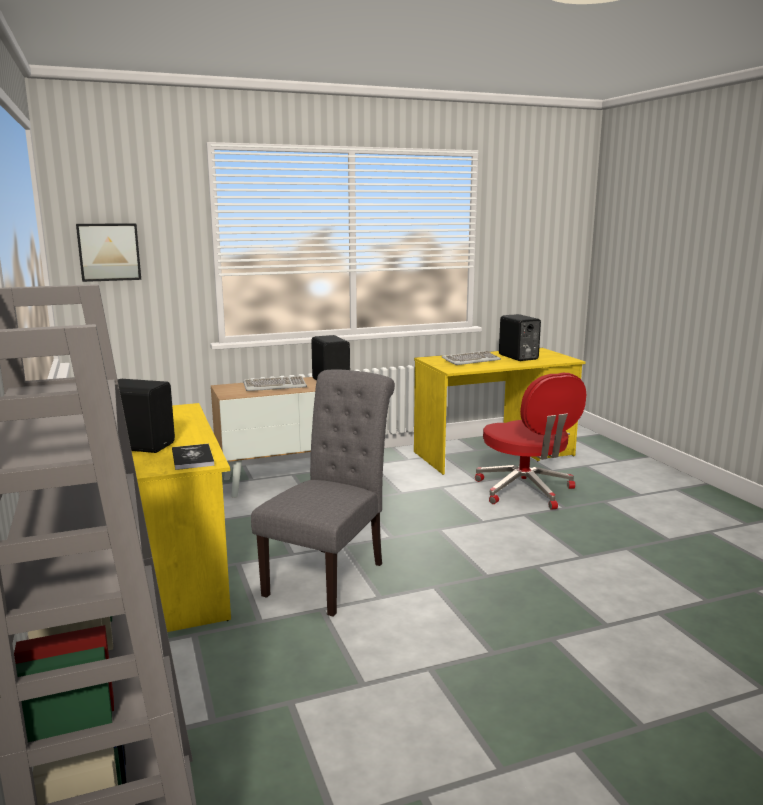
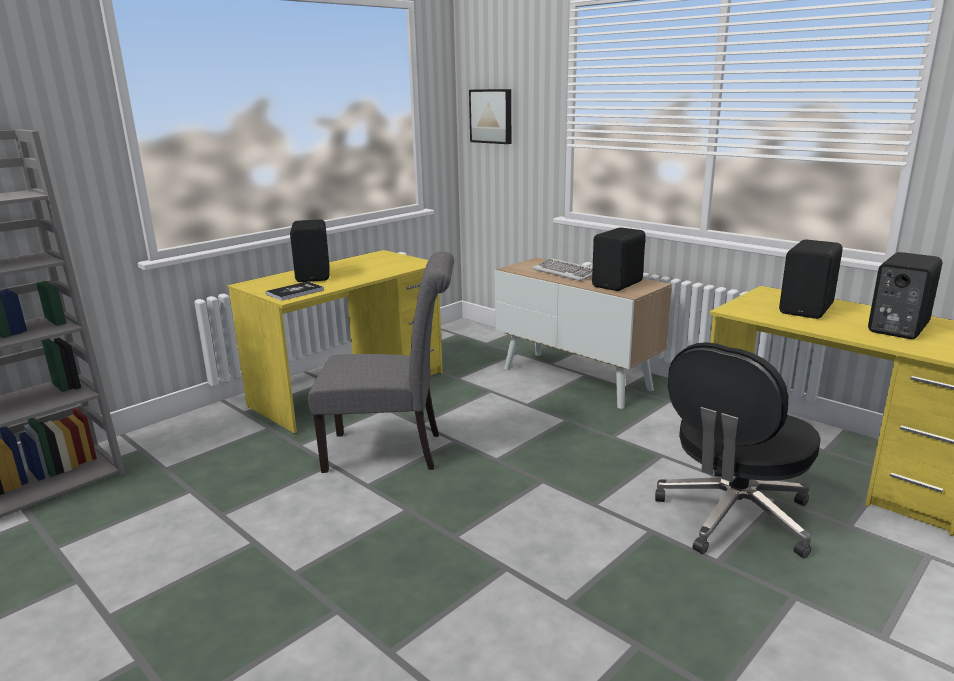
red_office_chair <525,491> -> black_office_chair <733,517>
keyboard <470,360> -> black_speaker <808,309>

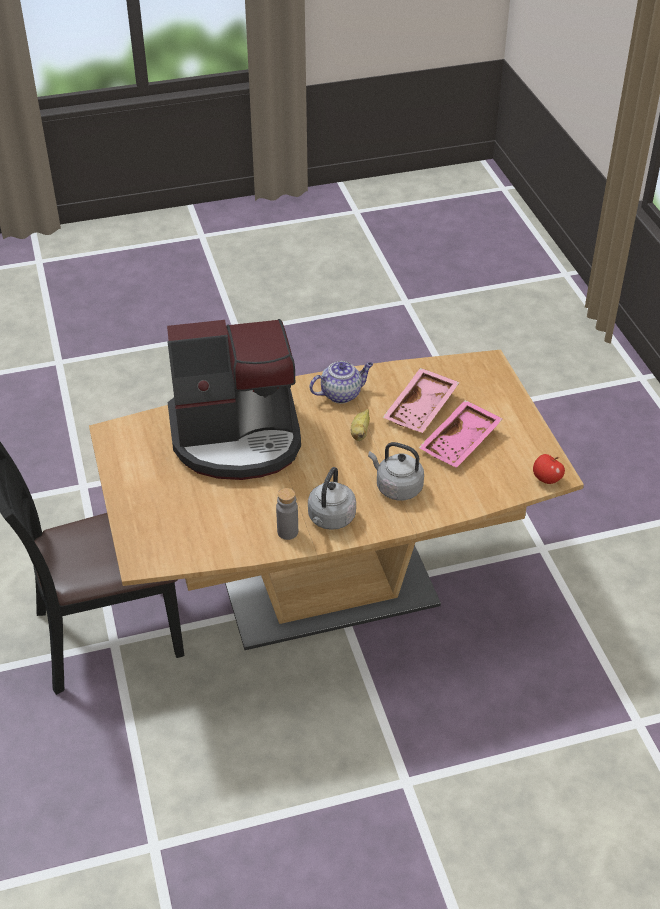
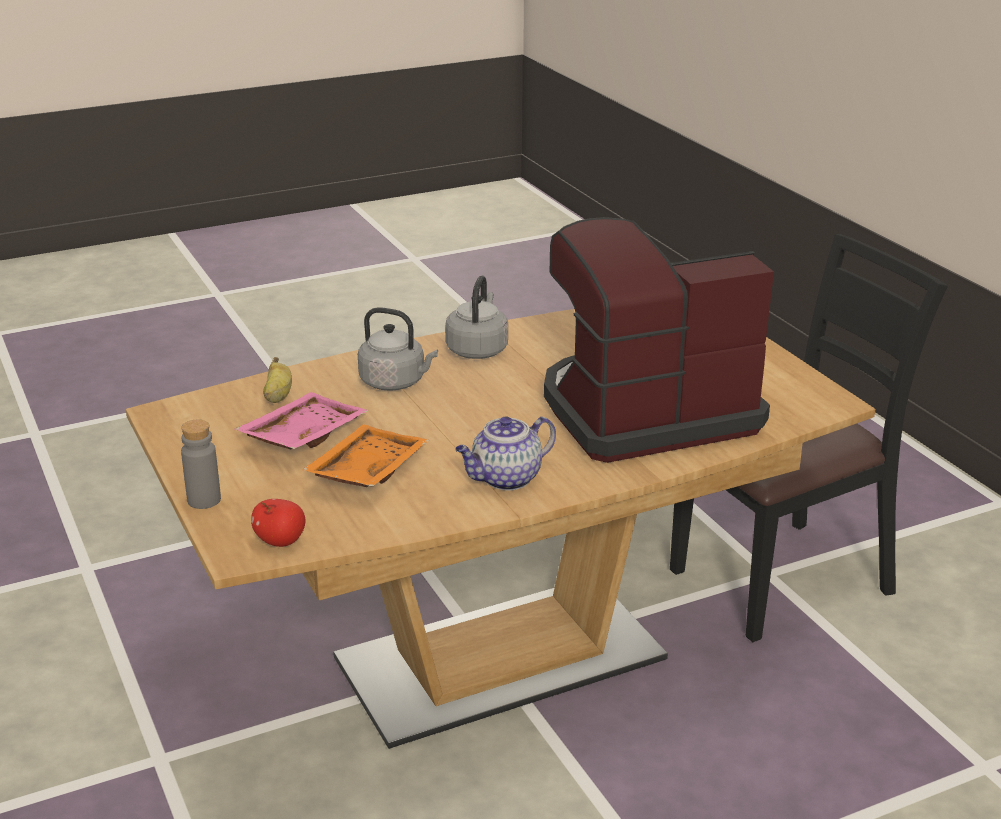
grey_bottle <287,532> -> grey_bottle <204,500>, move
apple <546,479> -> apple <280,541>, move
banana <360,433> -> banana <278,396>, move
pink_tray <422,409> -> orange_tray <365,471>

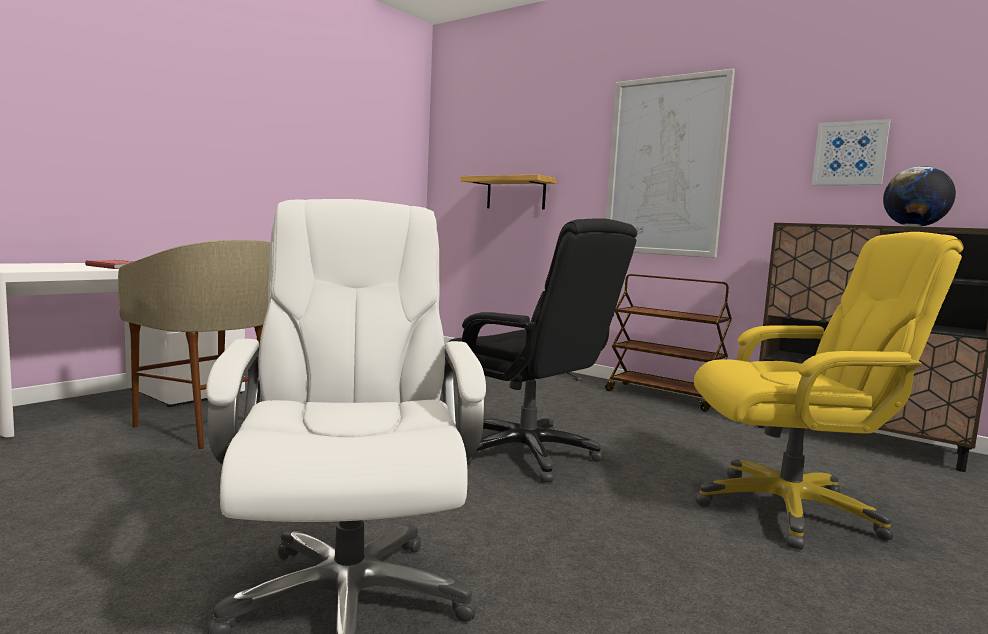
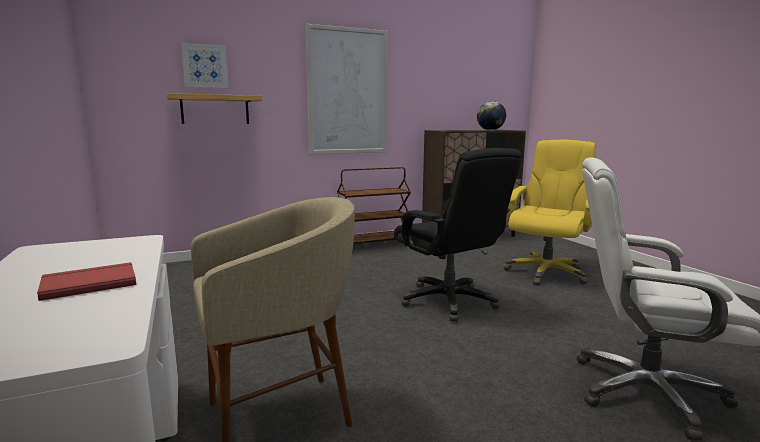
picture <850,153> -> picture <205,66>, move
black_office_chair <528,454> -> black_office_chair <449,301>, 75 degrees clockwise

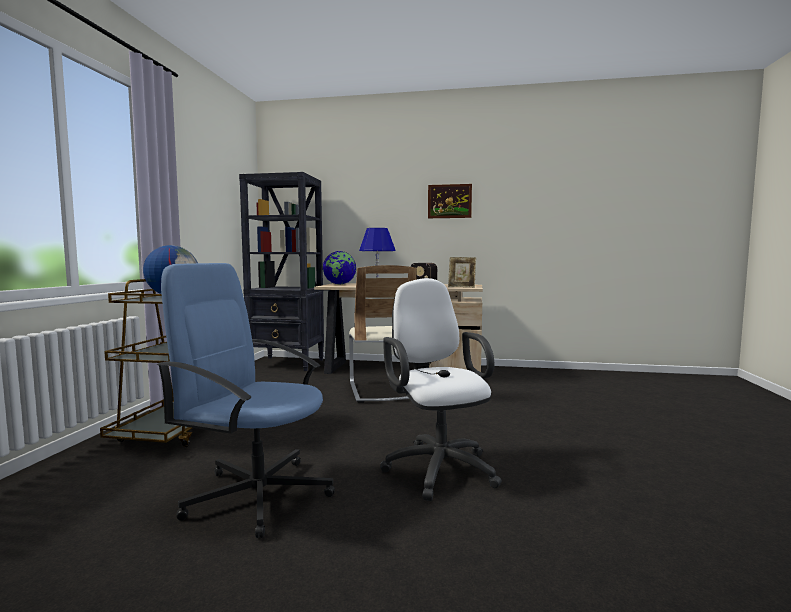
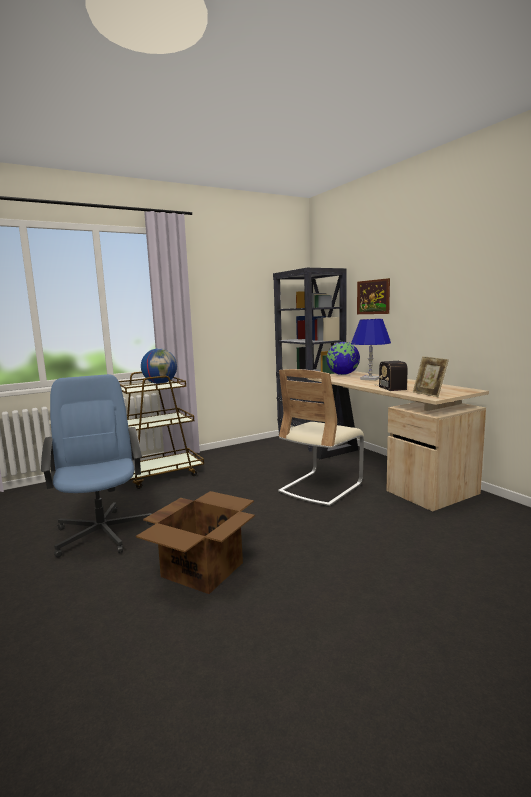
white_office_chair <437,467> -> cardboard_box <203,569>
picture <449,201> -> picture <373,297>, move

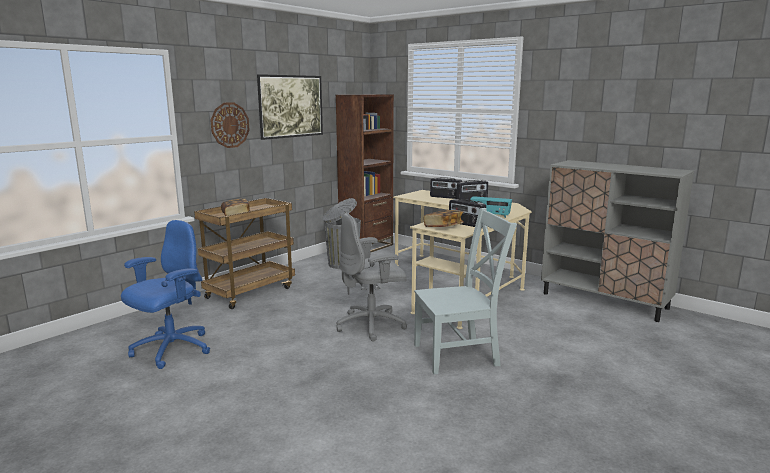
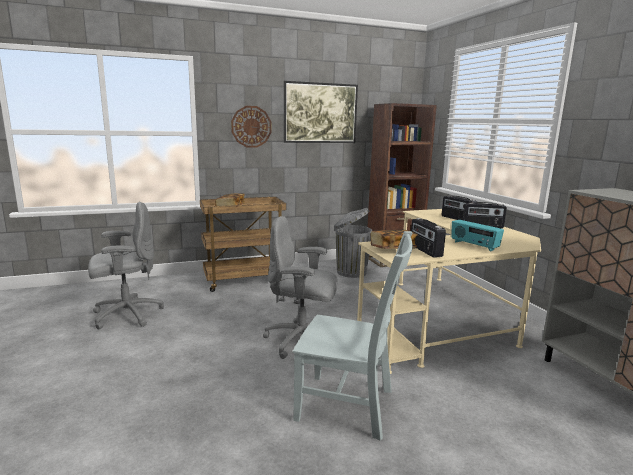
blue_office_chair <171,350> -> grey_office_chair <126,315>

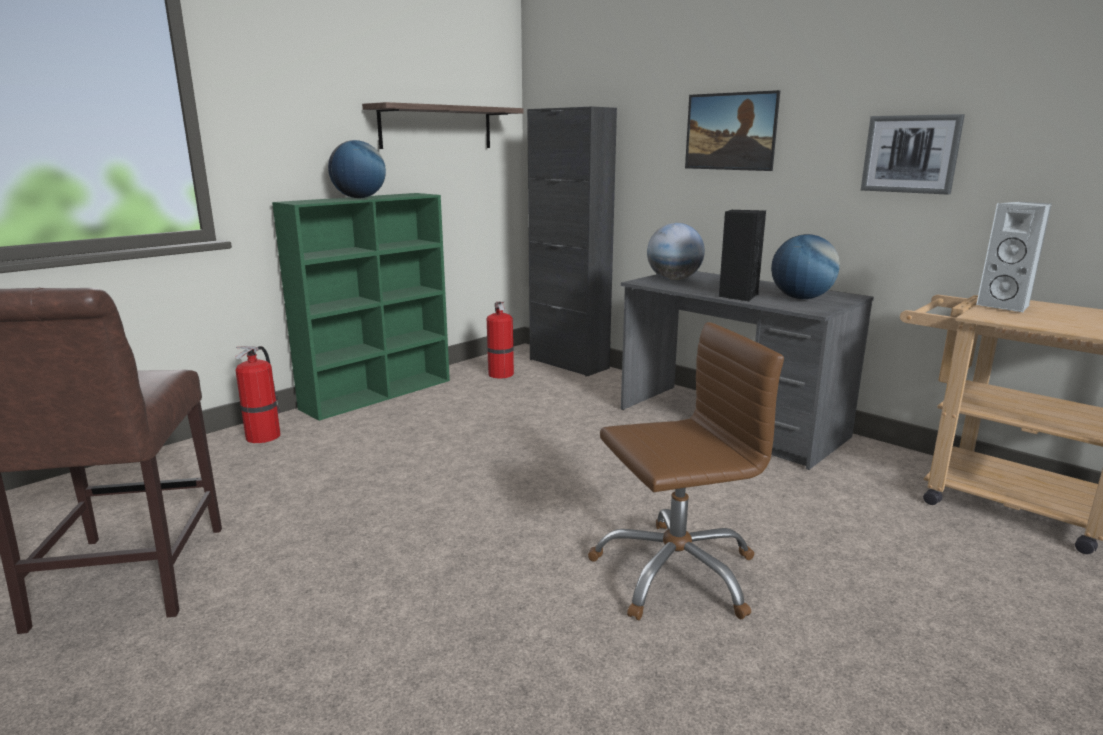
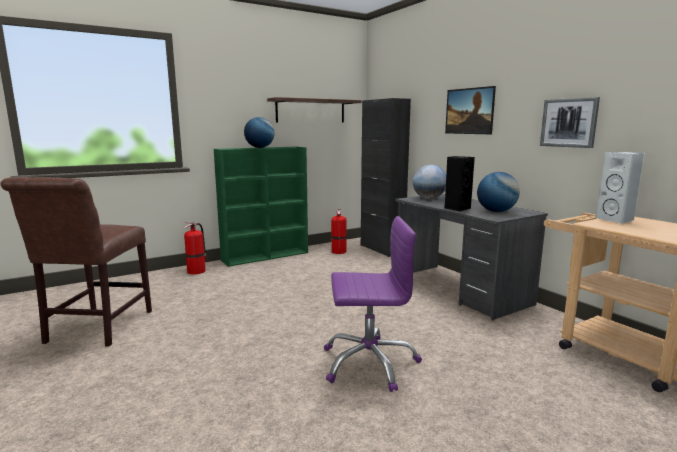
brown_office_chair <675,572> -> purple_office_chair <369,362>

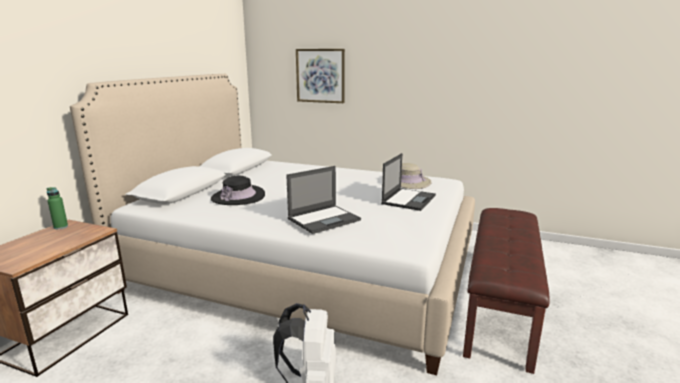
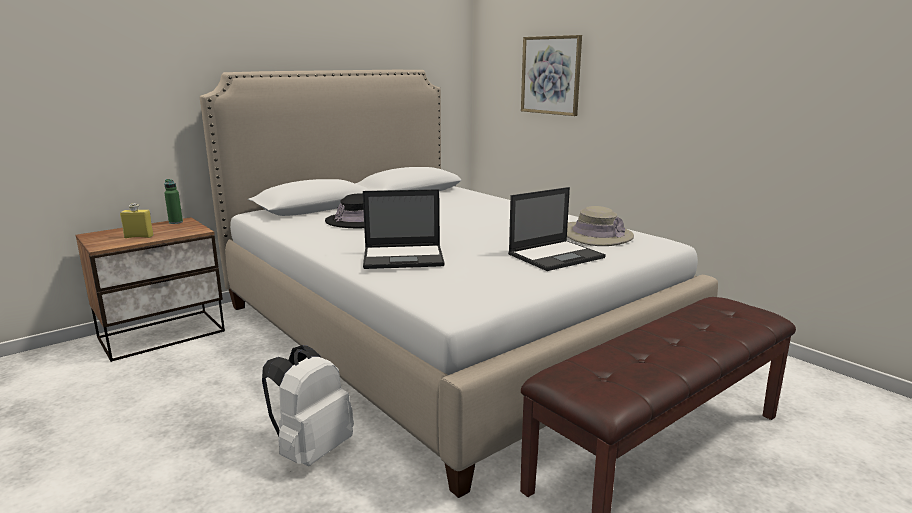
none -> yellow_bottle <139,237>

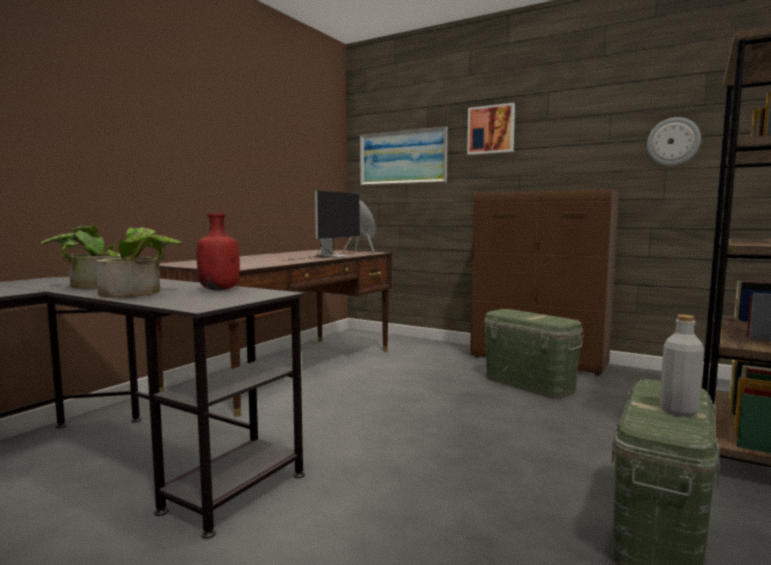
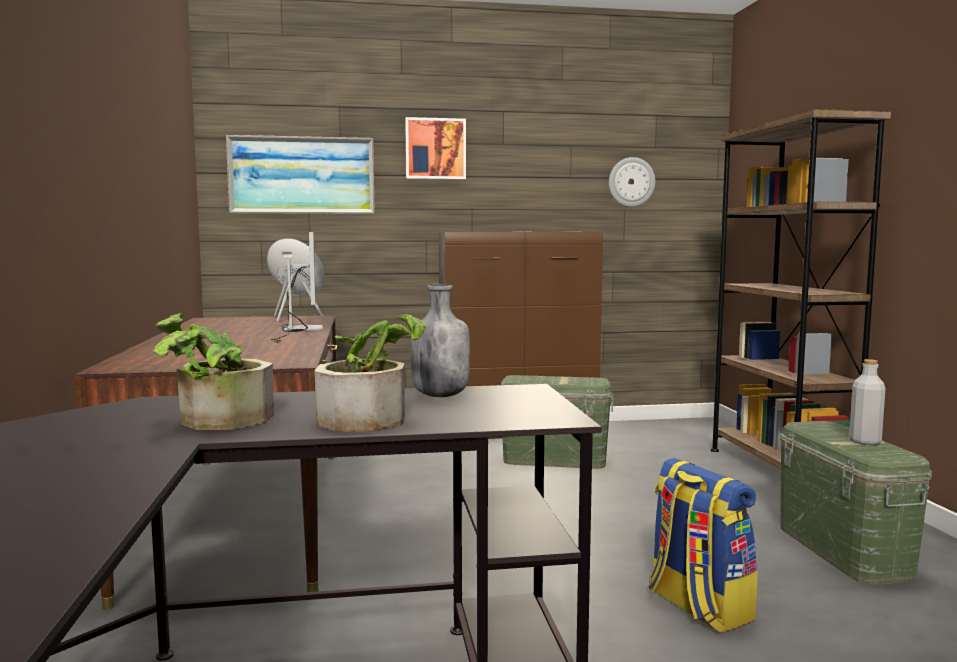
red_bottle <220,289> -> grey_bottle <440,395>
none -> backpack <697,606>

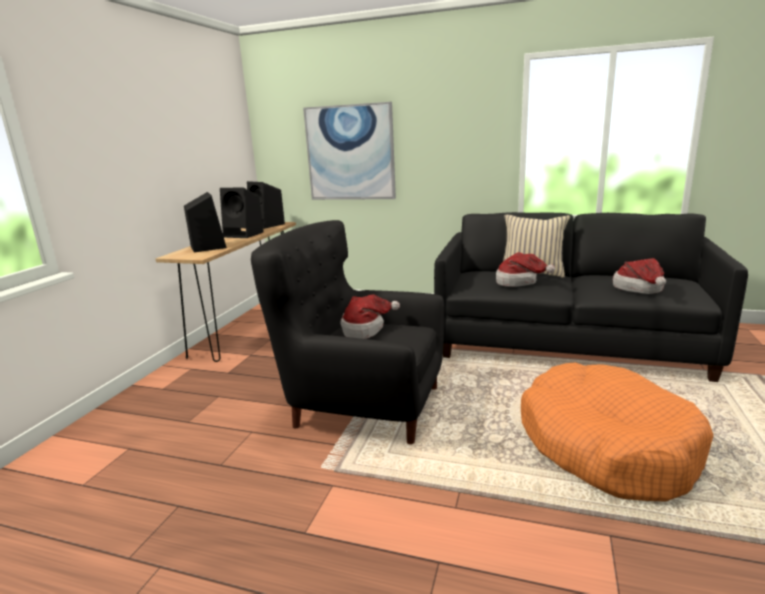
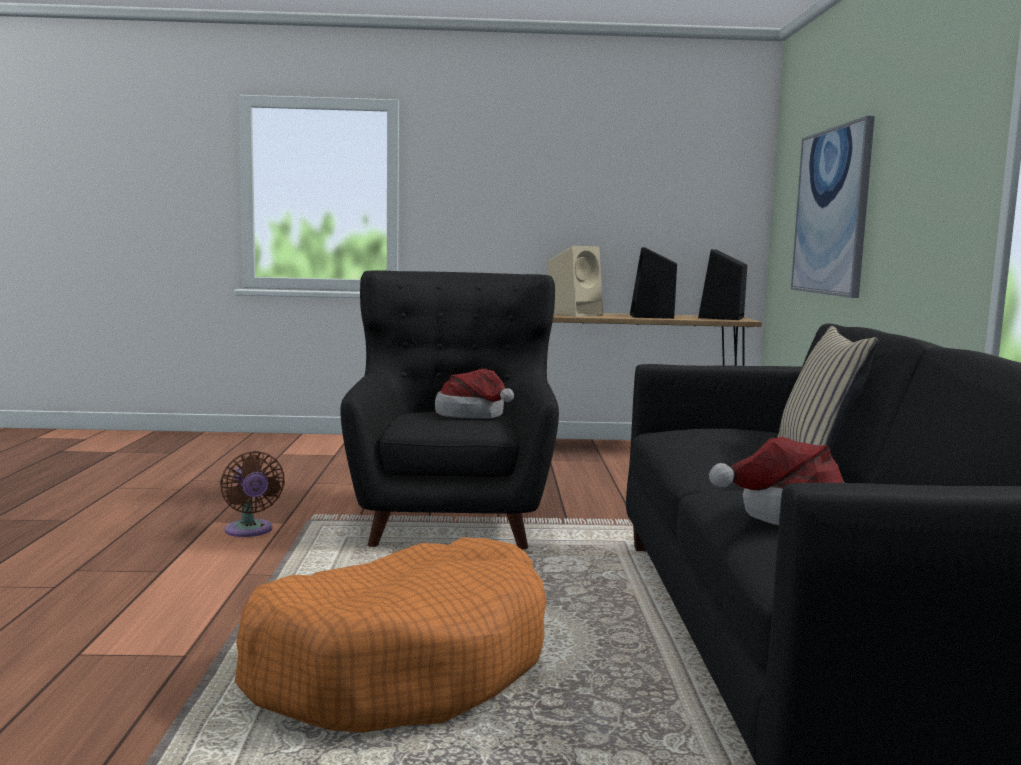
none -> brown_fan <250,531>
black_speaker <207,247> -> beige_speaker <575,314>
hat <519,282> -> none

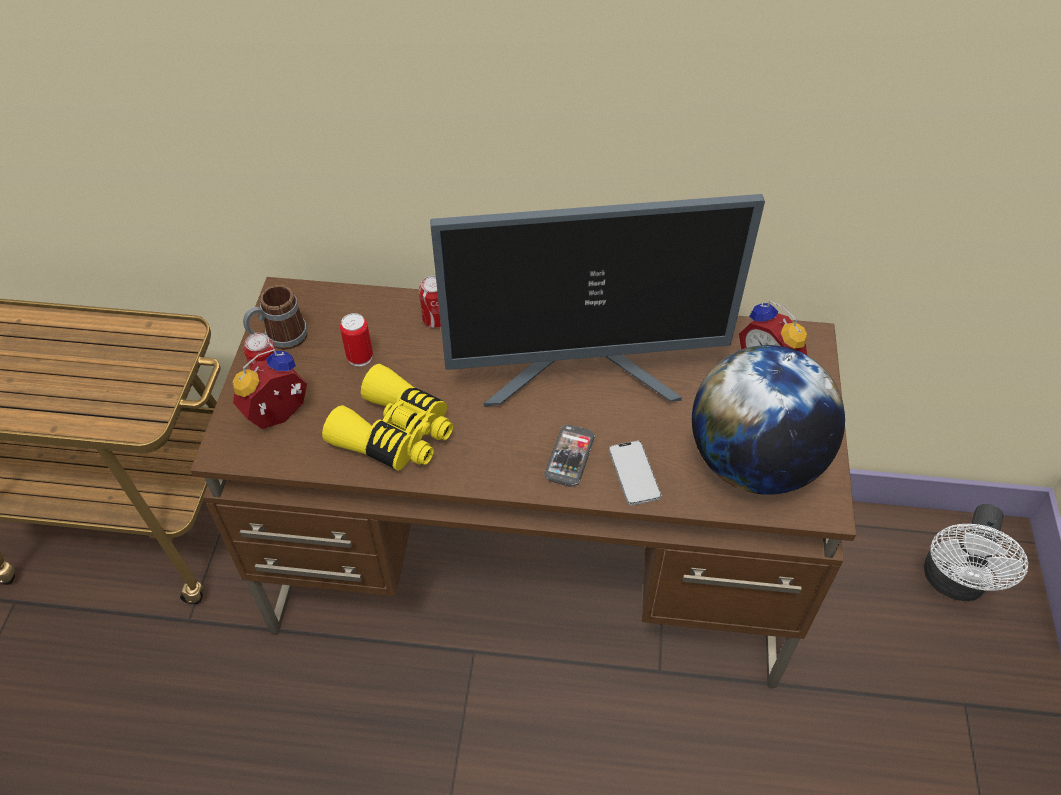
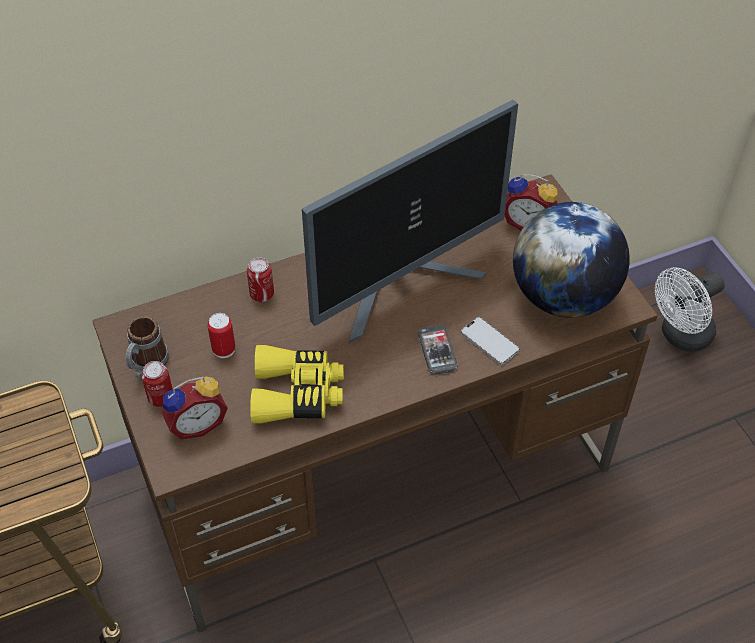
alarm_clock <280,417> -> alarm_clock <196,423>, 135 degrees counterclockwise
white_fan <953,583> -> white_fan <680,336>, 60 degrees clockwise

